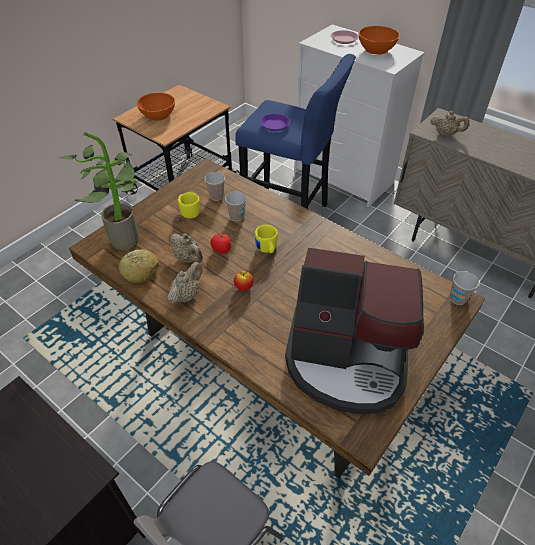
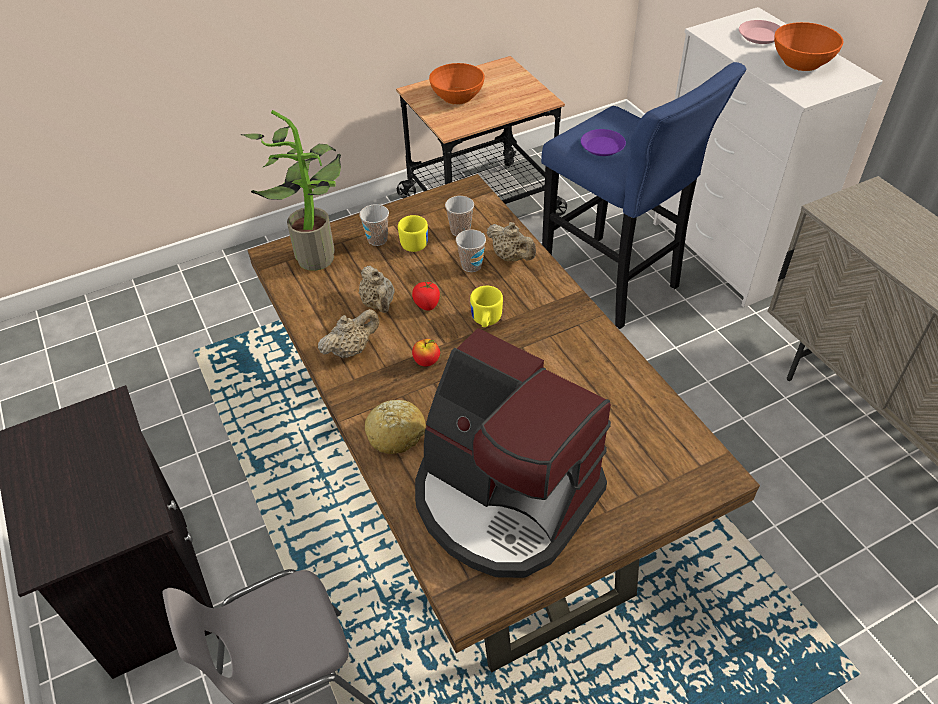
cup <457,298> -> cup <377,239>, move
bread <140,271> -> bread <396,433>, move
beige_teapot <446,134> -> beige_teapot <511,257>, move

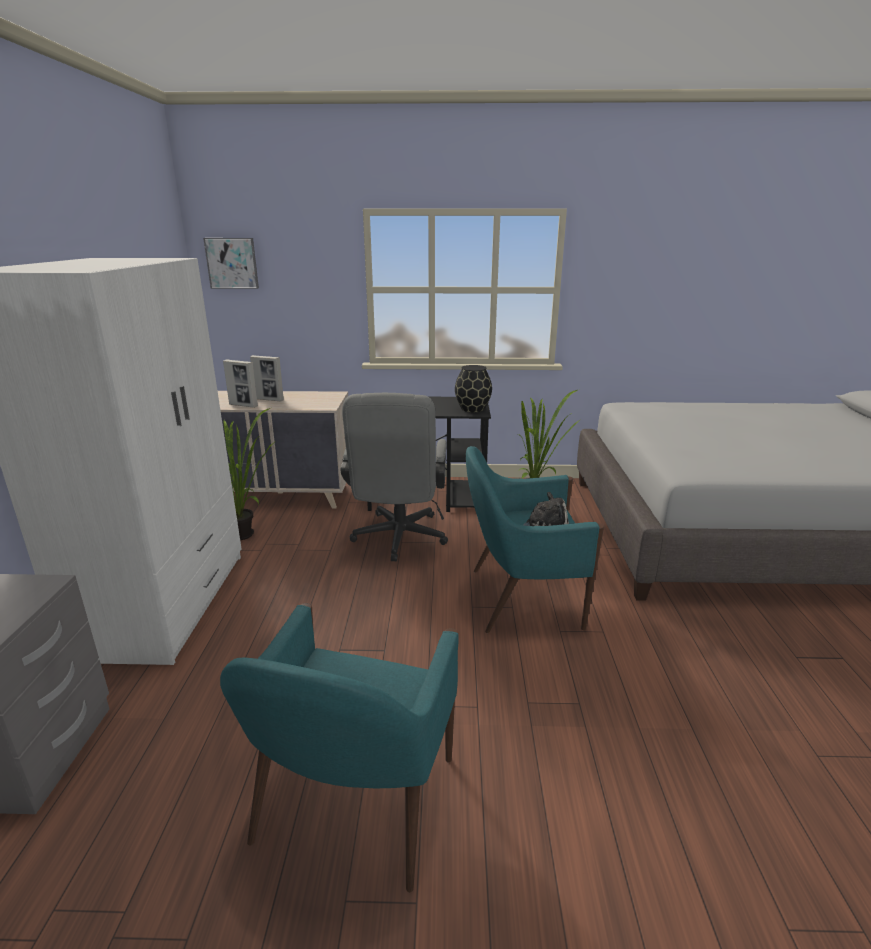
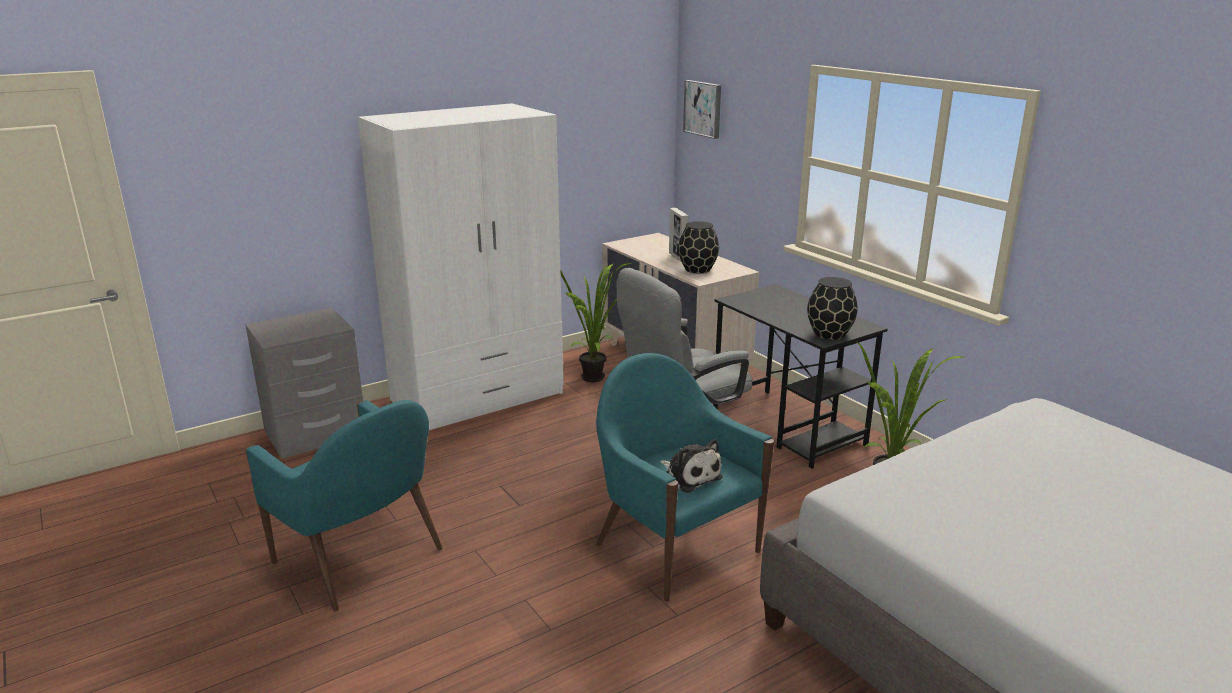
turquoise_armchair <354,803> -> turquoise_armchair <360,558>, 120 degrees counterclockwise
none -> black_vase <697,269>
picture_frame <243,405> -> none

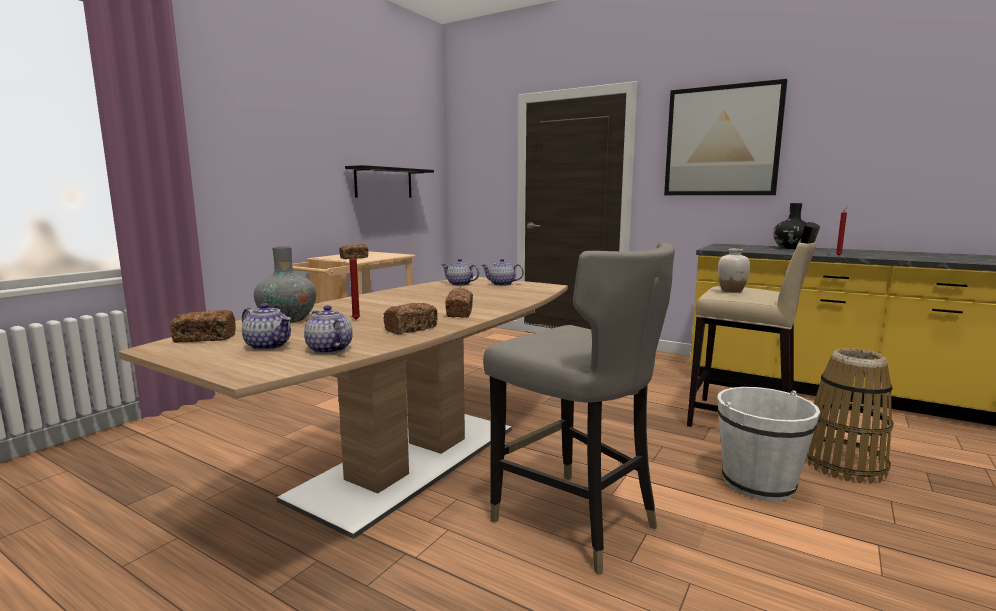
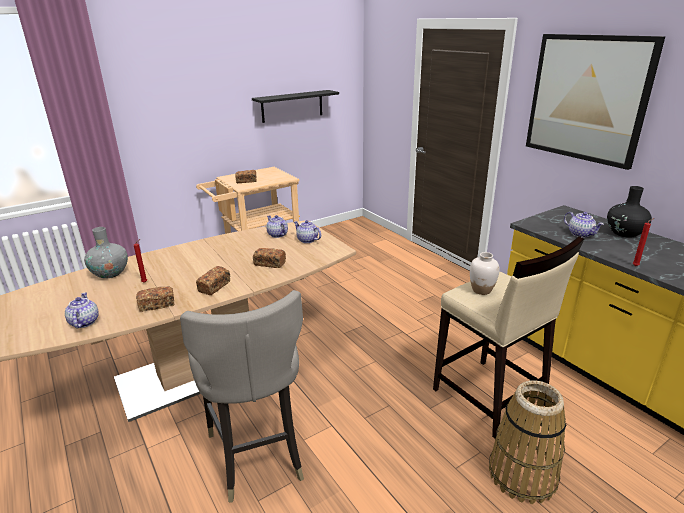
bread <204,338> -> bread <269,264>, move
teapot <269,346> -> teapot <580,234>, move
white_bucket <758,483> -> none

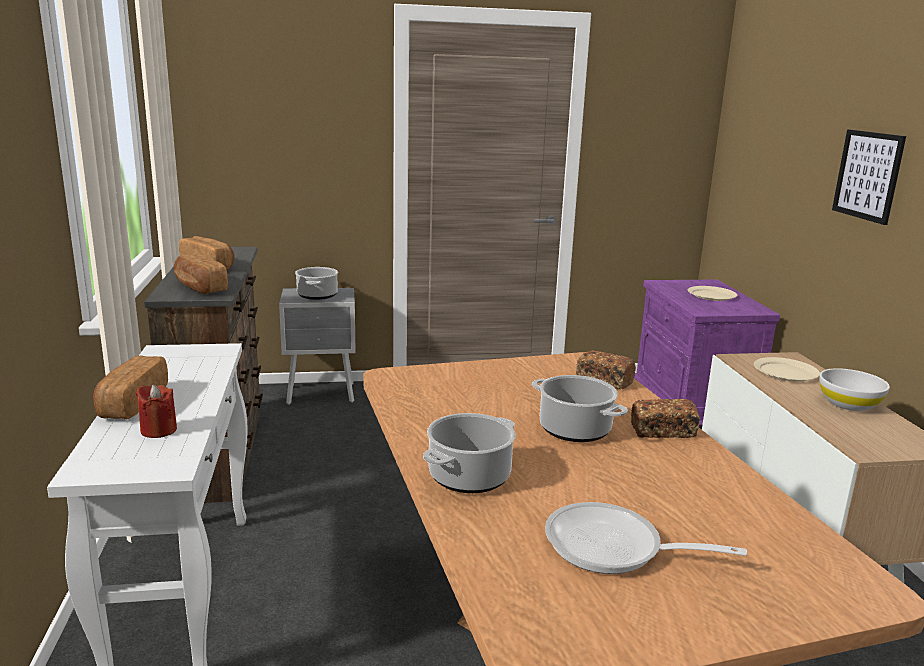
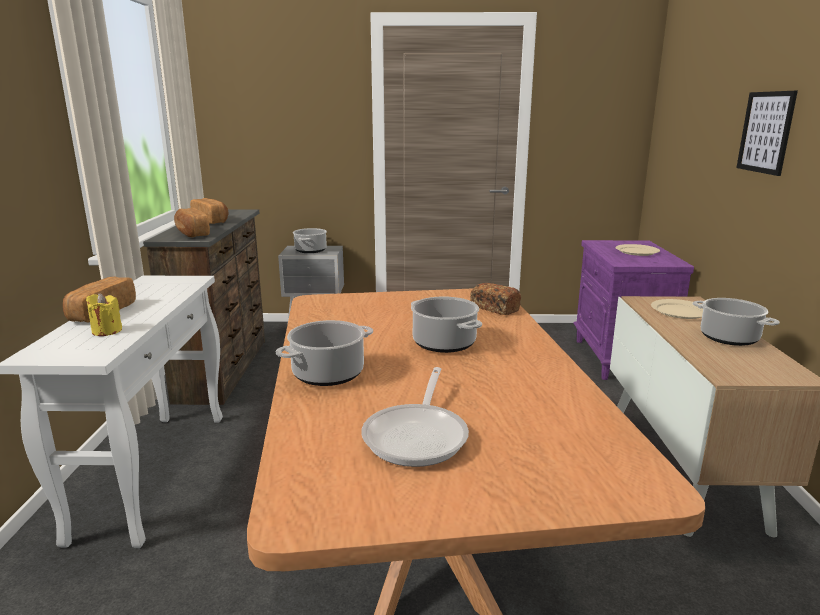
red_candle <158,430> -> yellow_candle <107,331>
frying_pan <613,548> -> frying_pan <418,435>, 105 degrees counterclockwise
white_bowl <849,404> -> cooking_pot <730,338>
bread <662,431> -> none

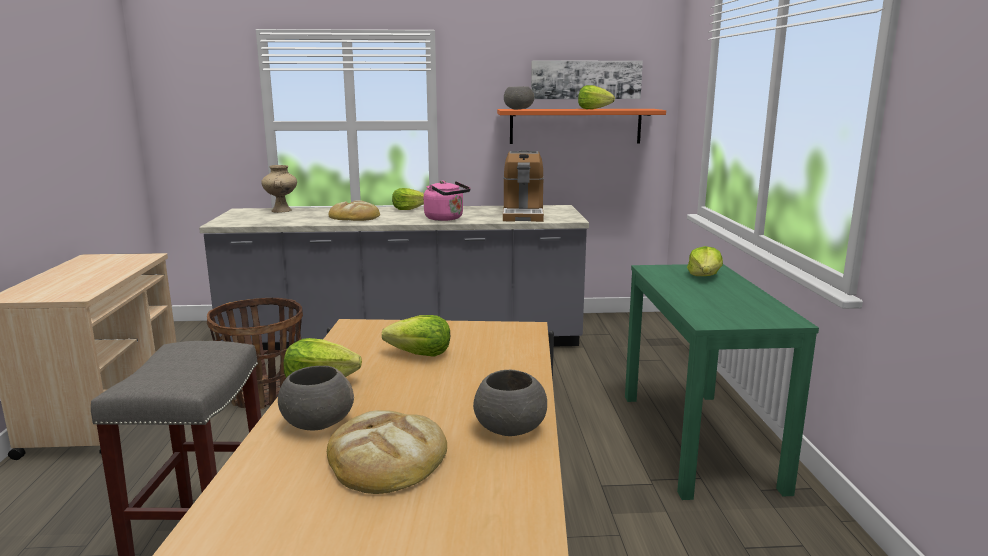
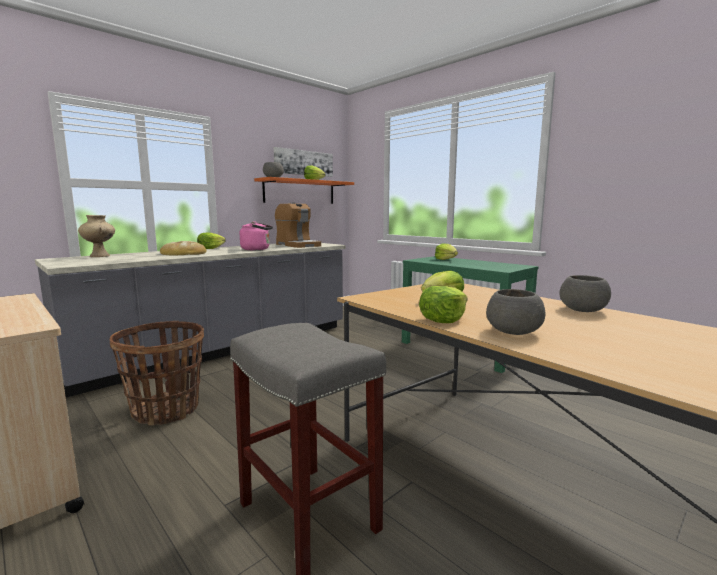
bread <387,458> -> none

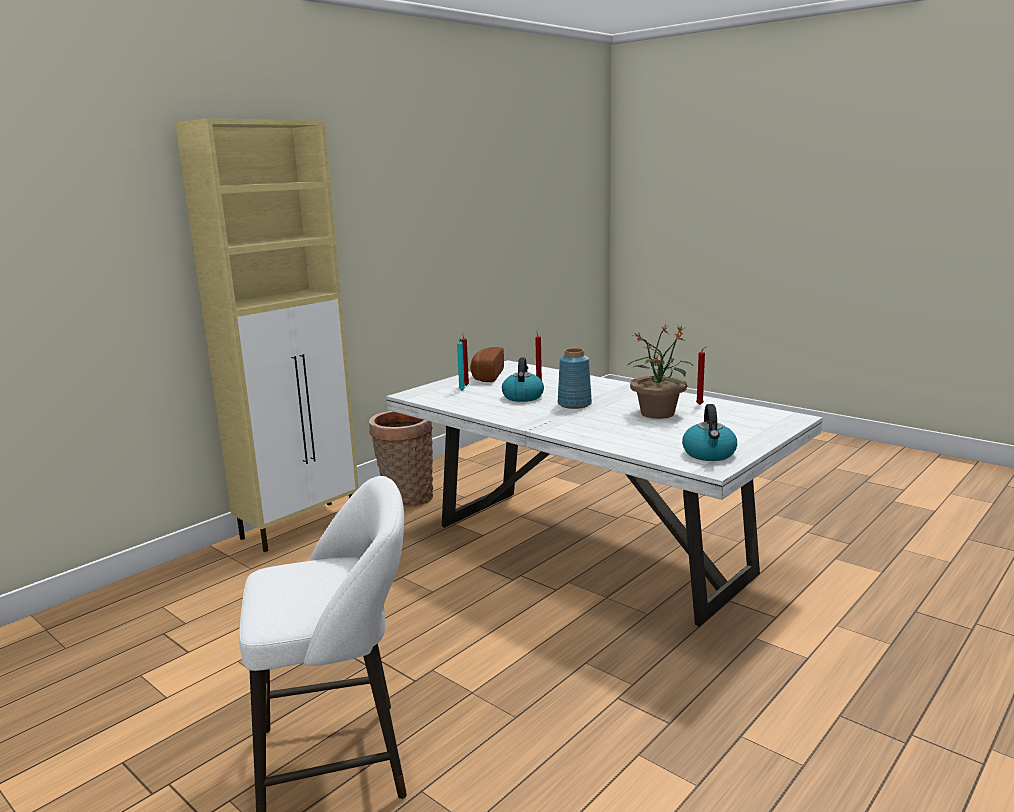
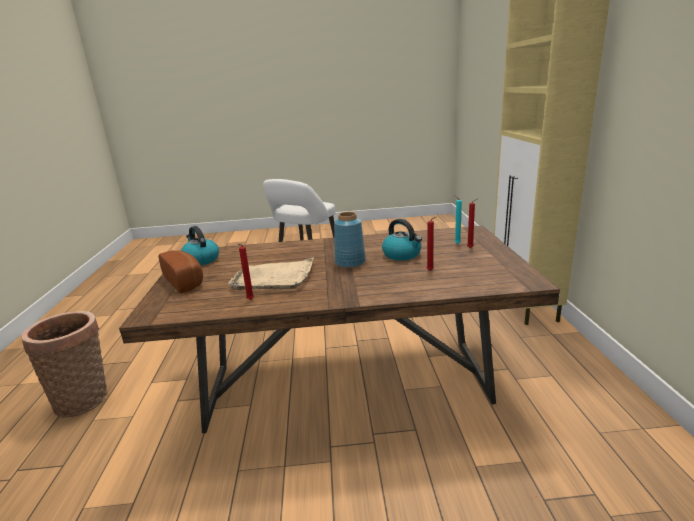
basket <405,498> -> basket <84,398>, move
white_dining_table <590,549> -> brown_dining_table <346,385>
bread <486,376> -> bread <186,281>, move
potted_plant <657,413> -> beige_tray <274,278>

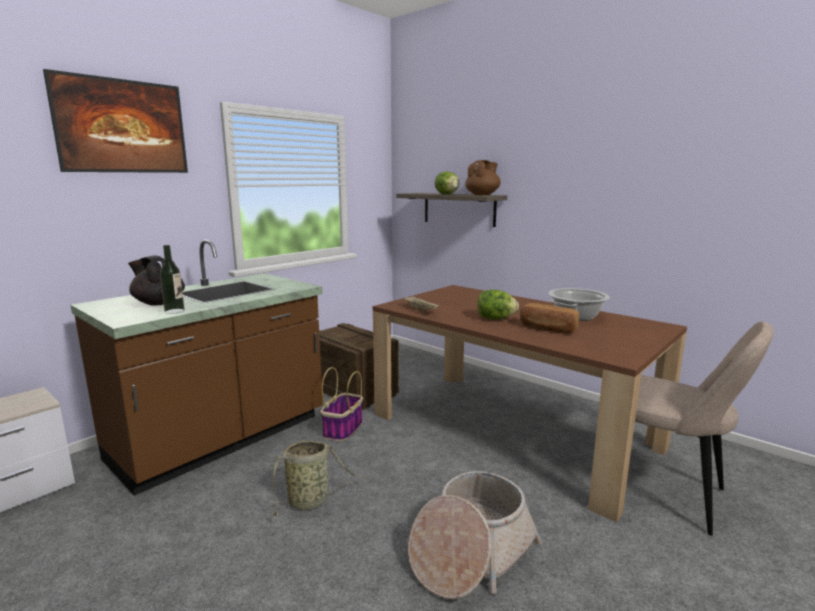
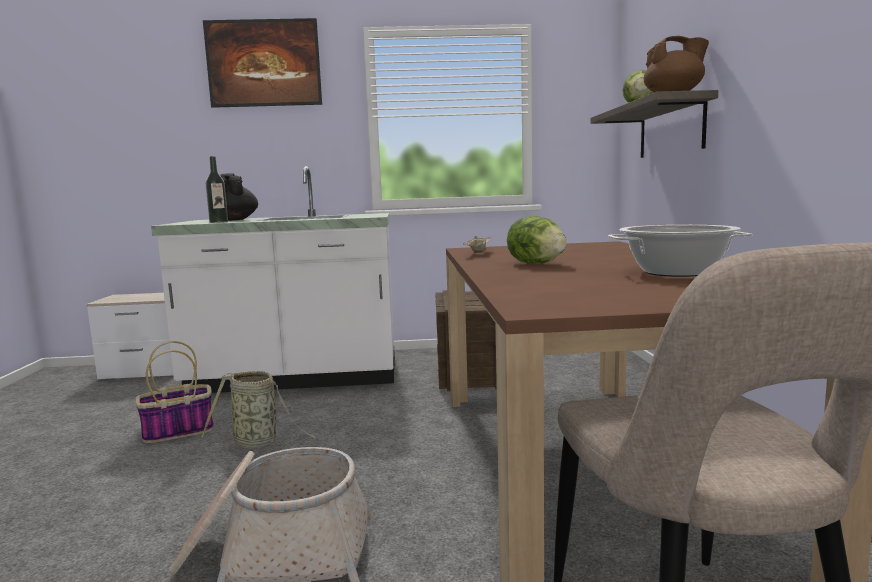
basket <343,429> -> basket <177,432>, move
brown_counter <221,439> -> white_counter <295,378>
bread <547,329> -> none

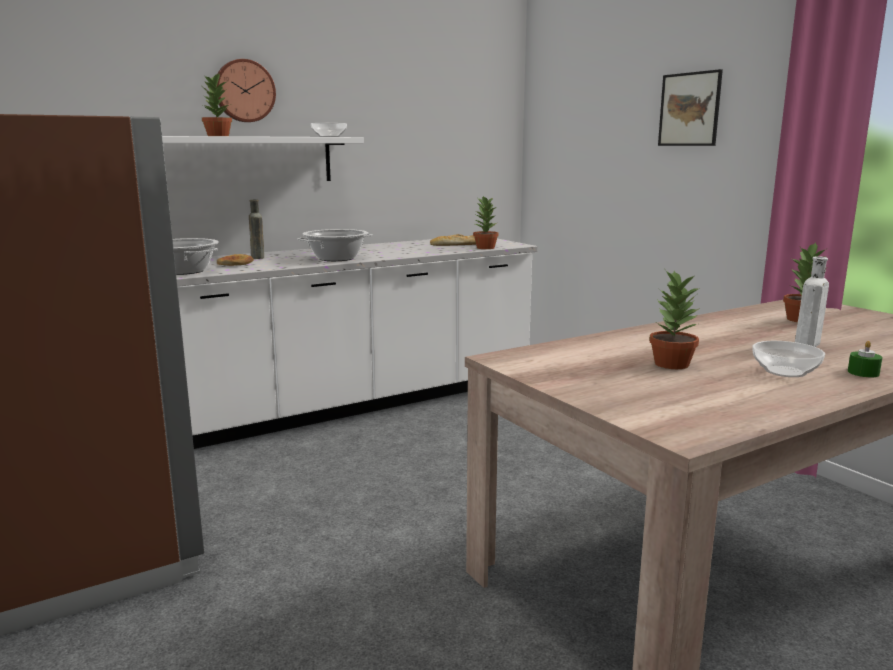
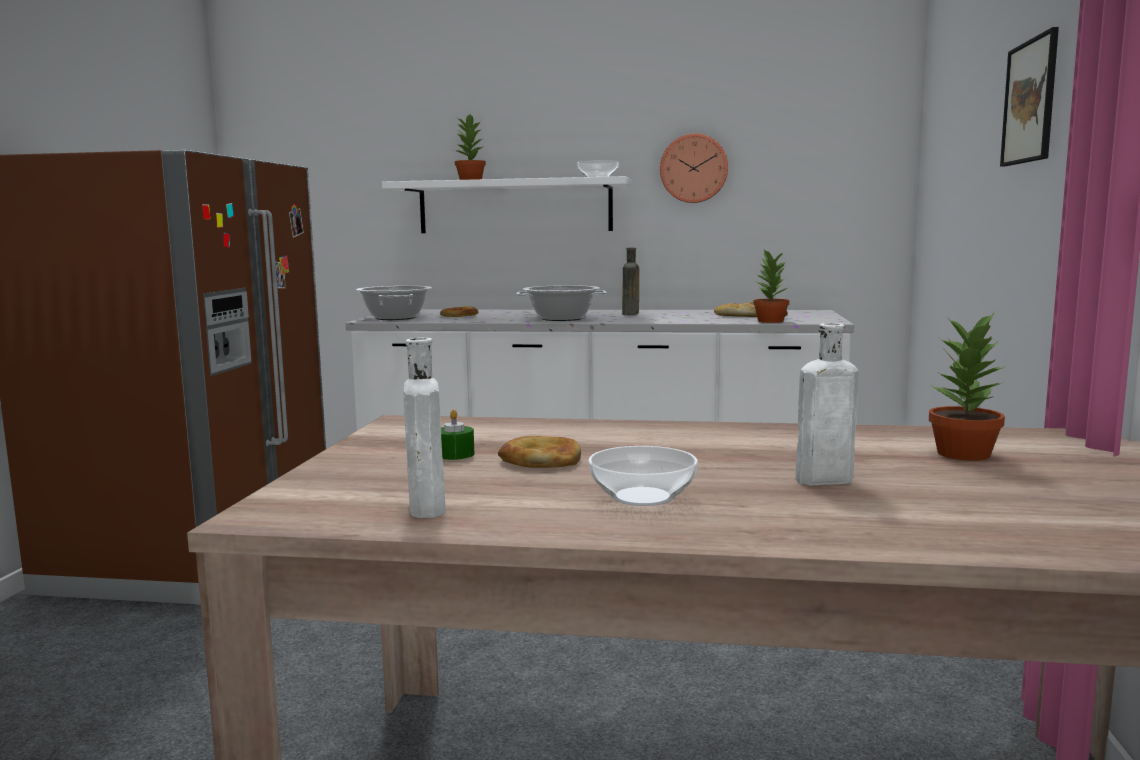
none -> white_bottle <426,506>
green_candle <863,373> -> green_candle <455,454>, move
potted_plant <671,364> -> bread <541,459>
brown_bottle <258,257> -> brown_bottle <630,314>, move
wall_clock <244,91> -> wall_clock <693,168>, move

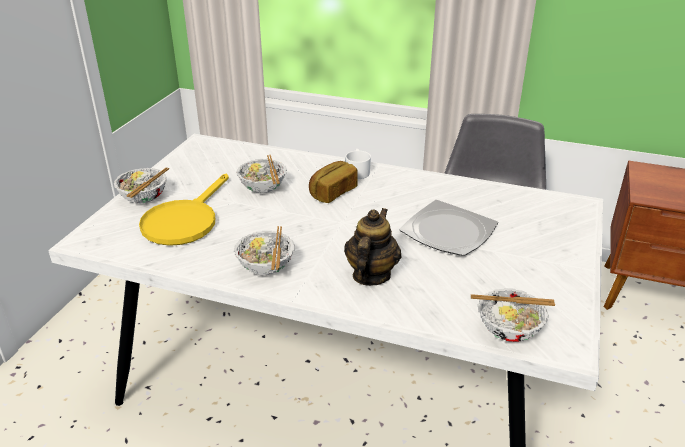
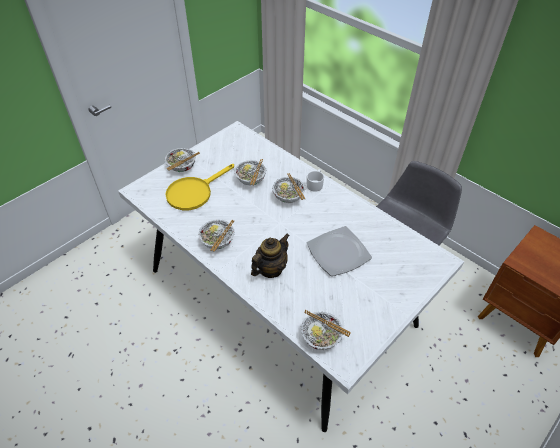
bread <332,192> -> bowl <289,197>

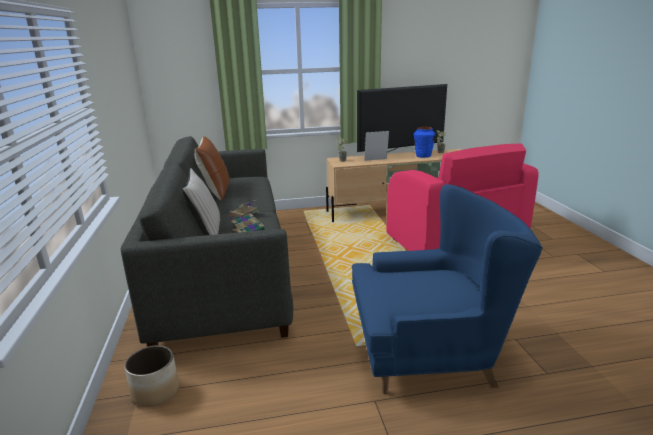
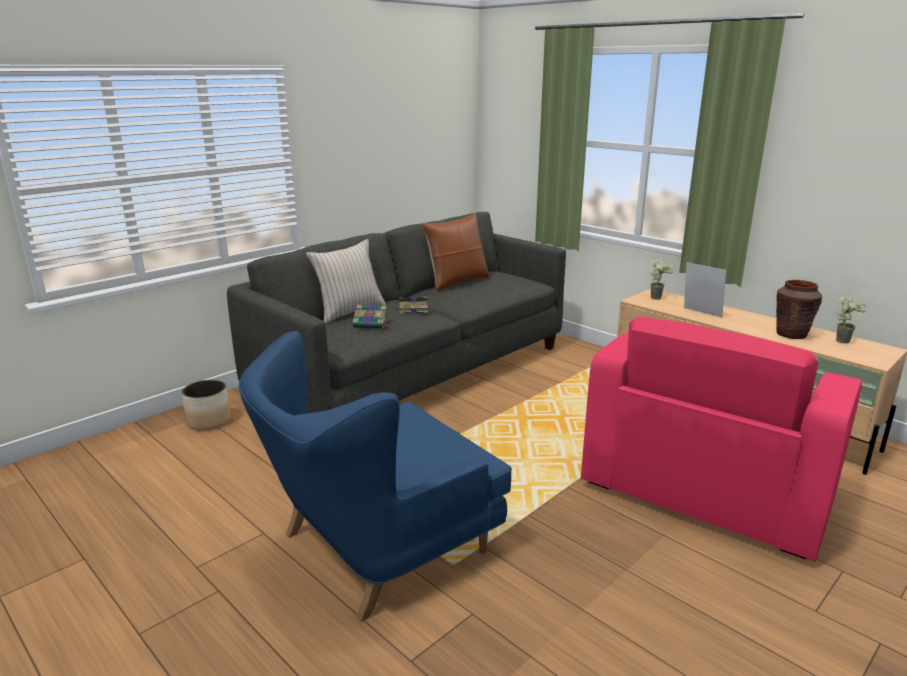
blue_armchair <430,351> -> blue_armchair <379,545>, 90 degrees clockwise
blue_vase <423,156> -> brown_vase <791,334>
television <400,154> -> none

